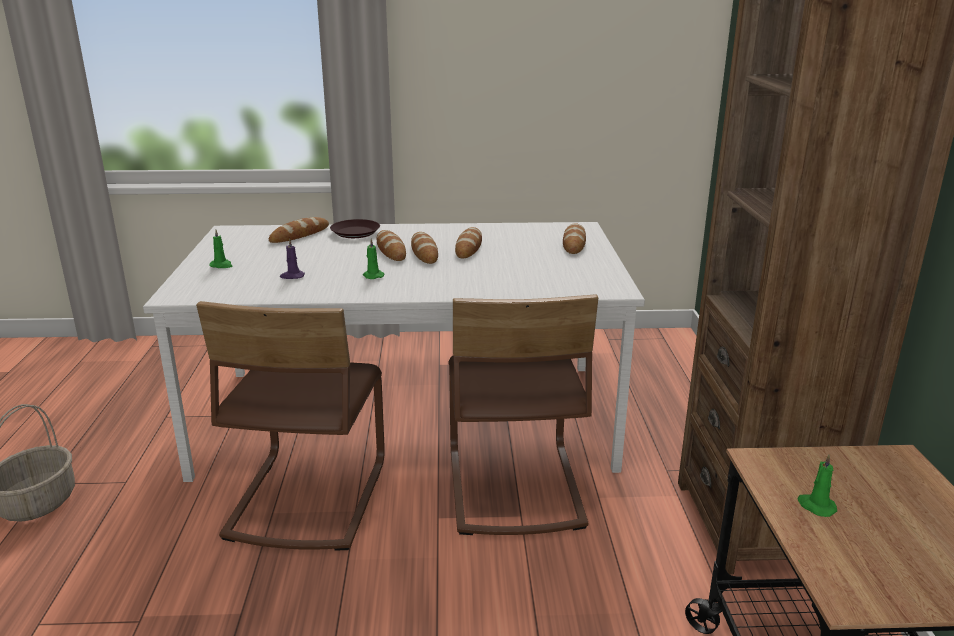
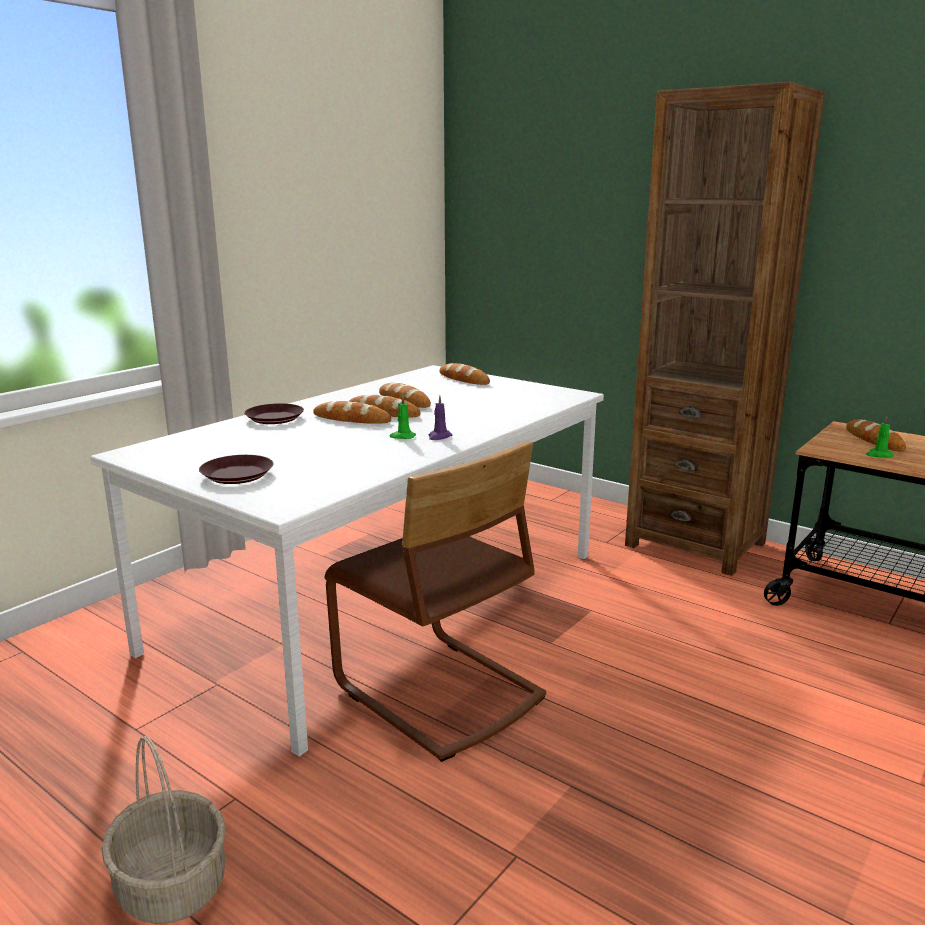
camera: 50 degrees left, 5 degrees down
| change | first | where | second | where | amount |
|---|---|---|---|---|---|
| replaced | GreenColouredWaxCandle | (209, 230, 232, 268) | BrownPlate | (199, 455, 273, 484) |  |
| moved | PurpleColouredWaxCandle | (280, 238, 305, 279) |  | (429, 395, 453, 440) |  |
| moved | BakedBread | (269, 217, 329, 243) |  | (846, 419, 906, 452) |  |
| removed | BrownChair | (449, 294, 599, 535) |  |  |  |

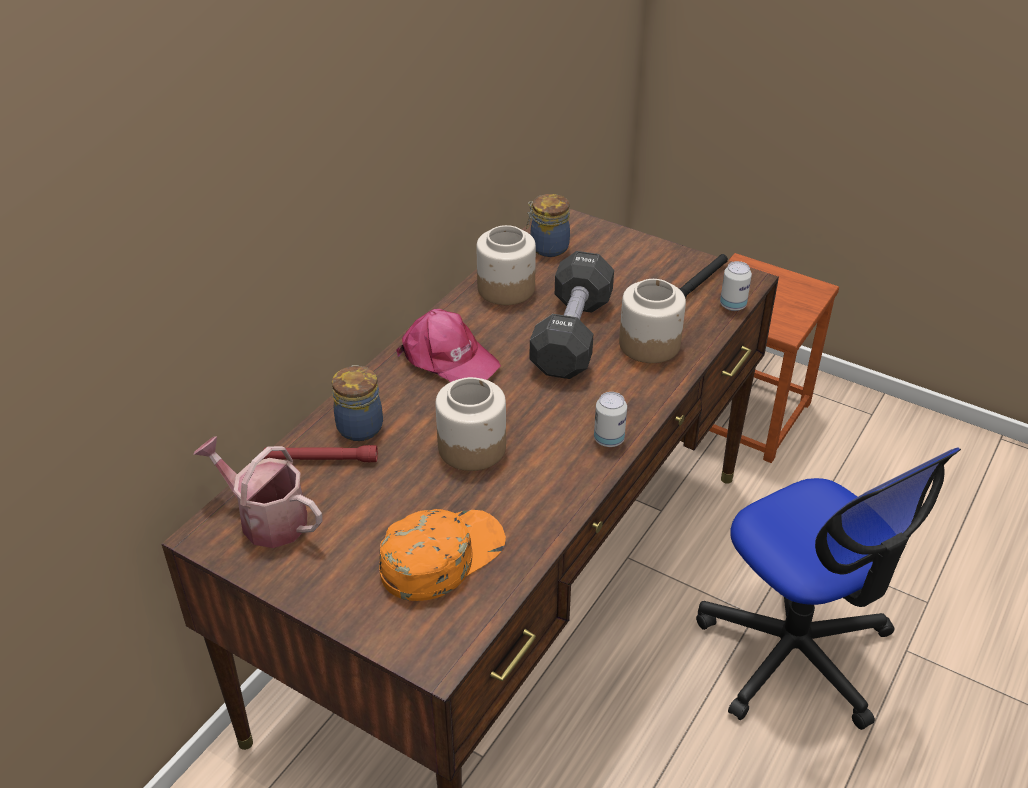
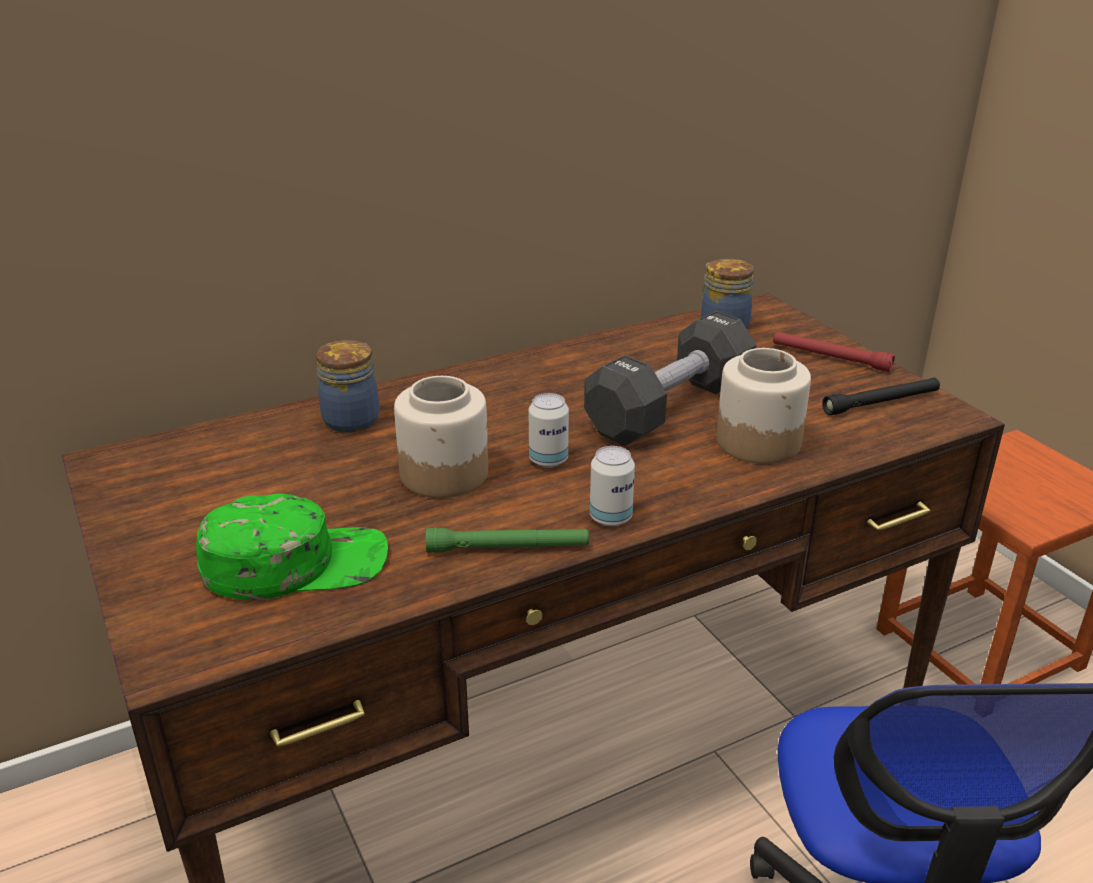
camera: 30 degrees right, 10 degrees down
| change | first | where | second | where | amount |
|---|---|---|---|---|---|
| recoloured | OrangeColouredCap | (379, 509, 506, 601) | GreenColouredCap | (196, 494, 388, 600) |  |
| added |  |  | GreenColouredHandTorch | (426, 528, 589, 553) |  |
| moved | MetalCan | (720, 261, 752, 311) |  | (529, 393, 569, 468) |  |
| moved | ReddishHandTorch | (263, 445, 378, 462) |  | (773, 332, 895, 372) |  |
| removed | SprinklingCan | (193, 436, 323, 548) |  |  |  |
| removed | PinkishCap | (396, 309, 501, 382) |  |  |  |
| removed | Jar | (476, 225, 536, 305) |  |  |  |

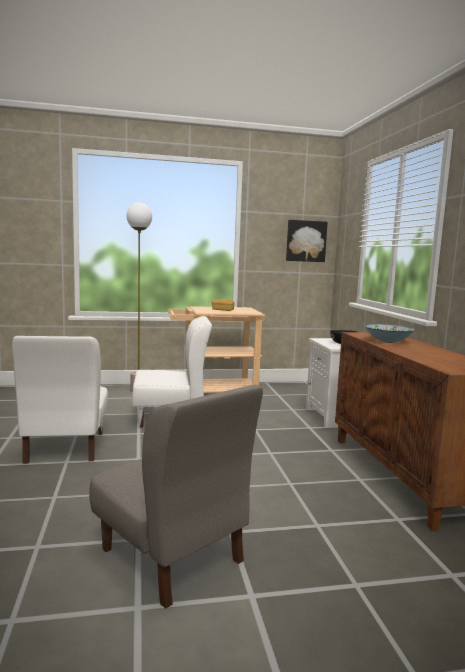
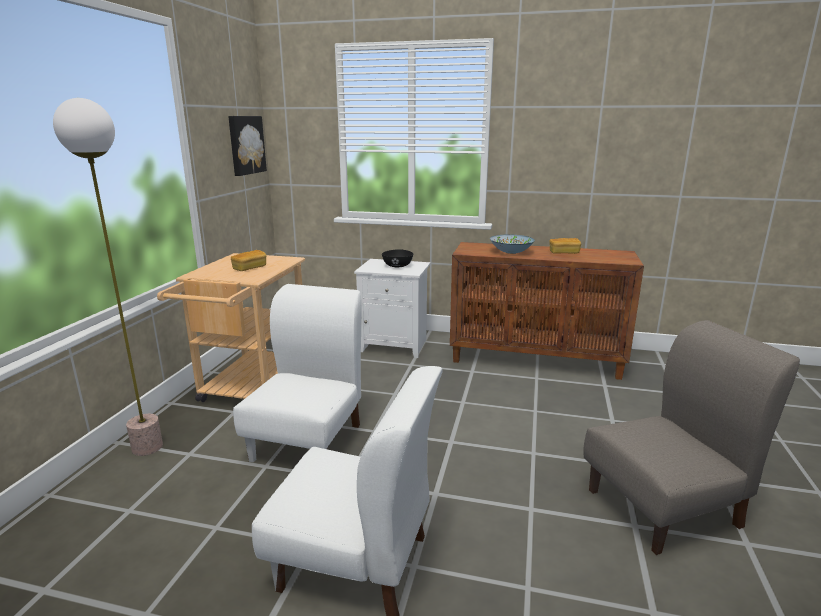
camera: 65 degrees left, 10 degrees up
| change | first | where | second | where | amount |
|---|---|---|---|---|---|
| added |  |  | BakedBread | (549, 238, 581, 254) |  |

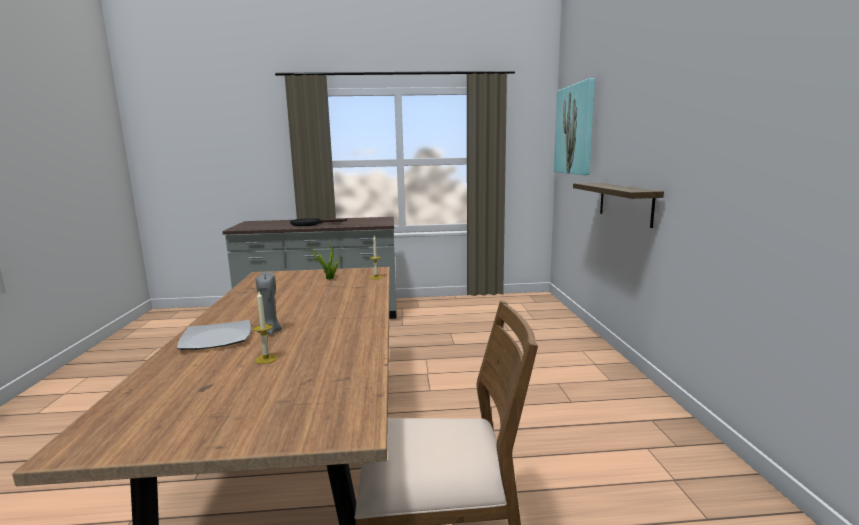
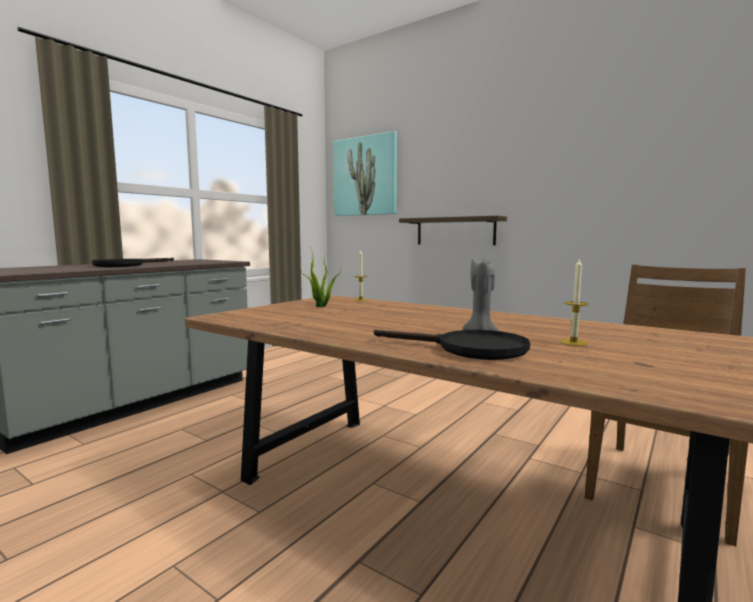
camera: 50 degrees left, 5 degrees down
| change | first | where | second | where | amount |
|---|---|---|---|---|---|
| replaced | Plate | (177, 320, 251, 350) | BlackColouredPan | (374, 330, 530, 360) |  |

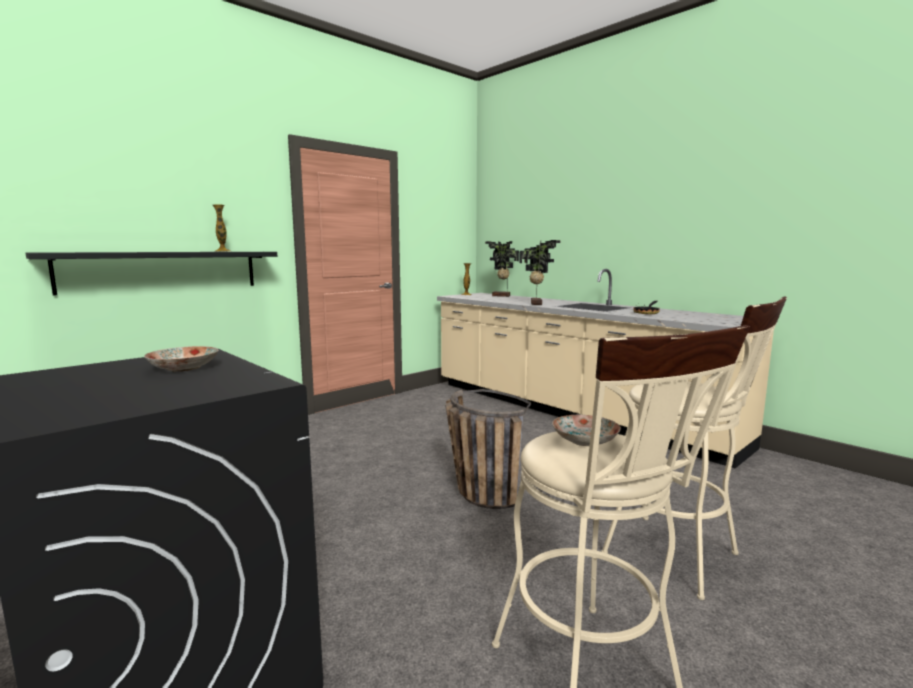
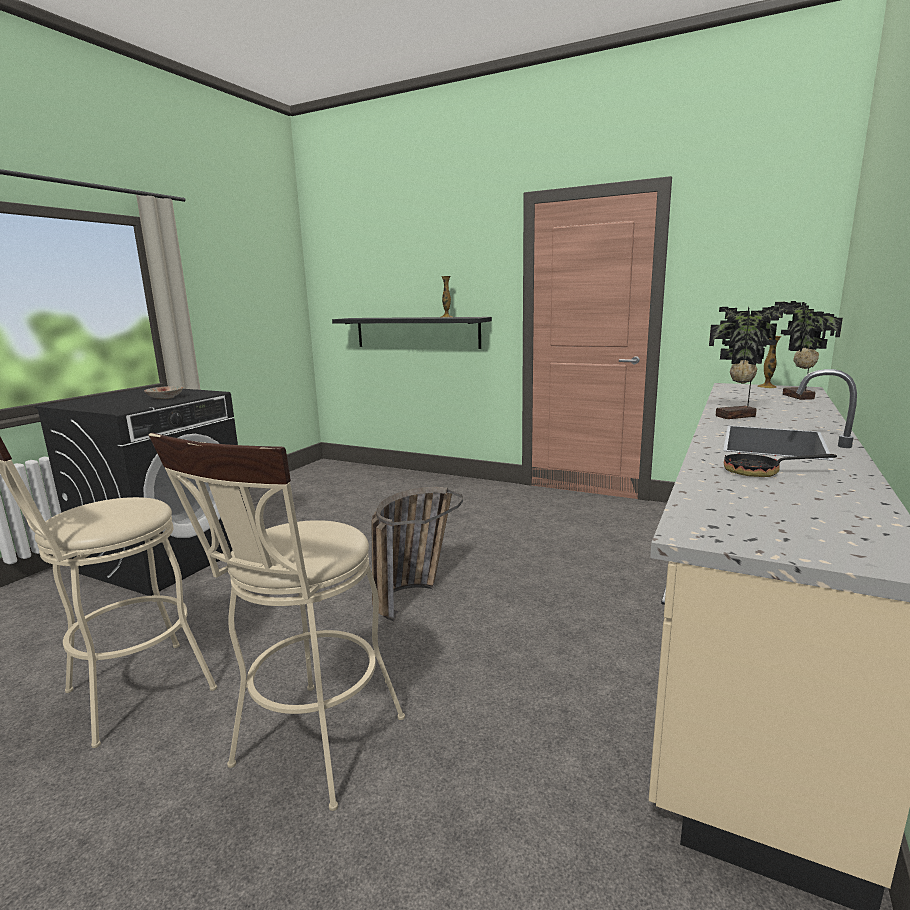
camera: 70 degrees right, 5 degrees up
| change | first | where | second | where | amount |
|---|---|---|---|---|---|
| removed | Plate | (552, 415, 621, 446) |  |  |  |

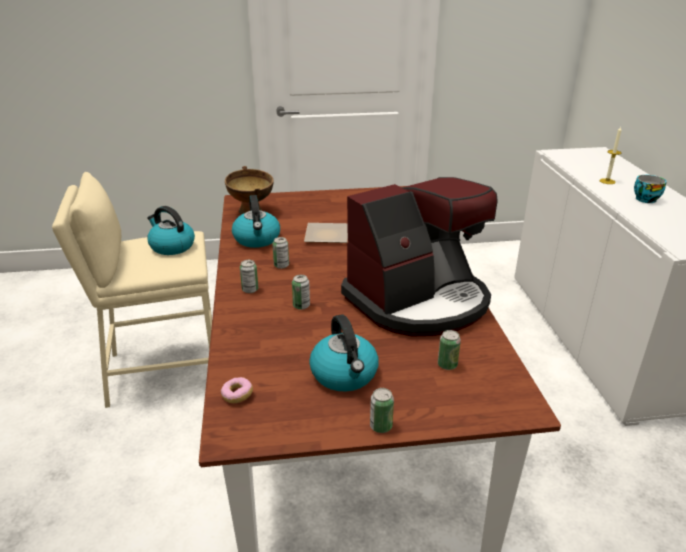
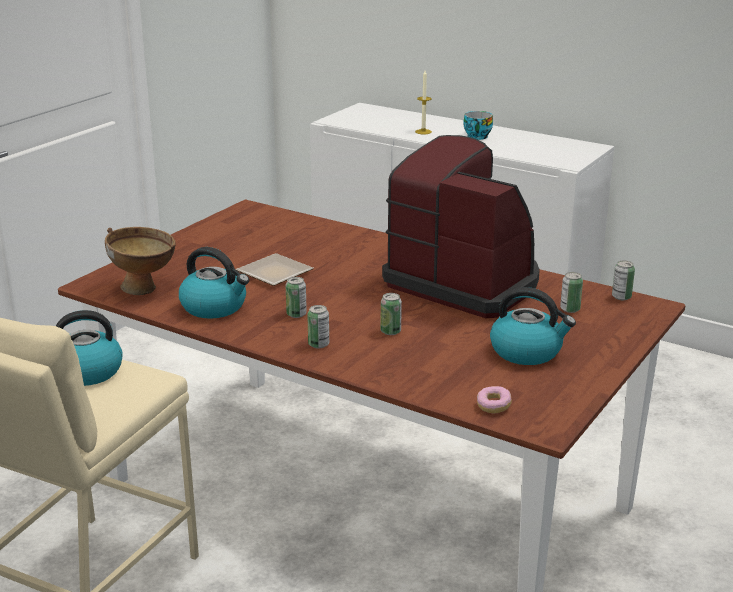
camera: 50 degrees left, 5 degrees down
| change | first | where | second | where | amount |
|---|---|---|---|---|---|
| turned | CoffeeBrewer | (341, 177, 498, 337) |  | (382, 135, 540, 318) | 60 degrees counterclockwise |
| moved | MetalCan | (370, 388, 394, 433) |  | (612, 260, 635, 300) |  |

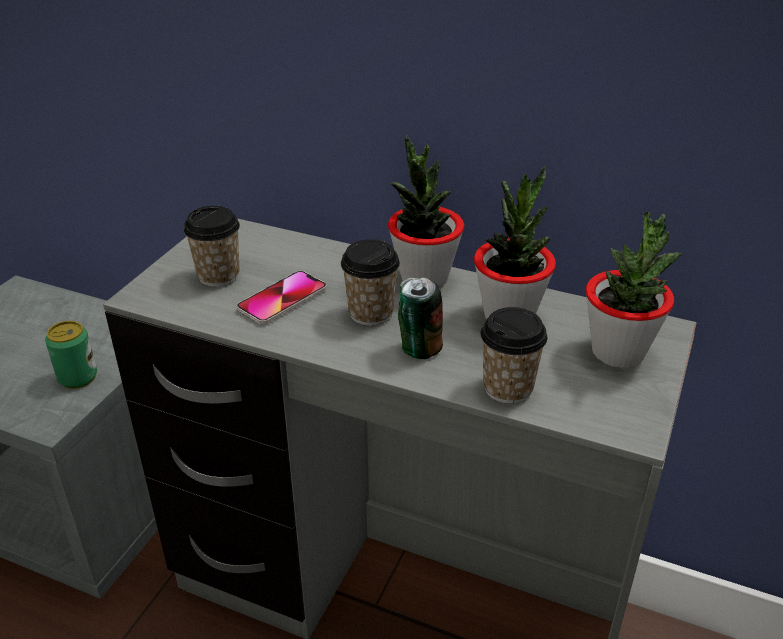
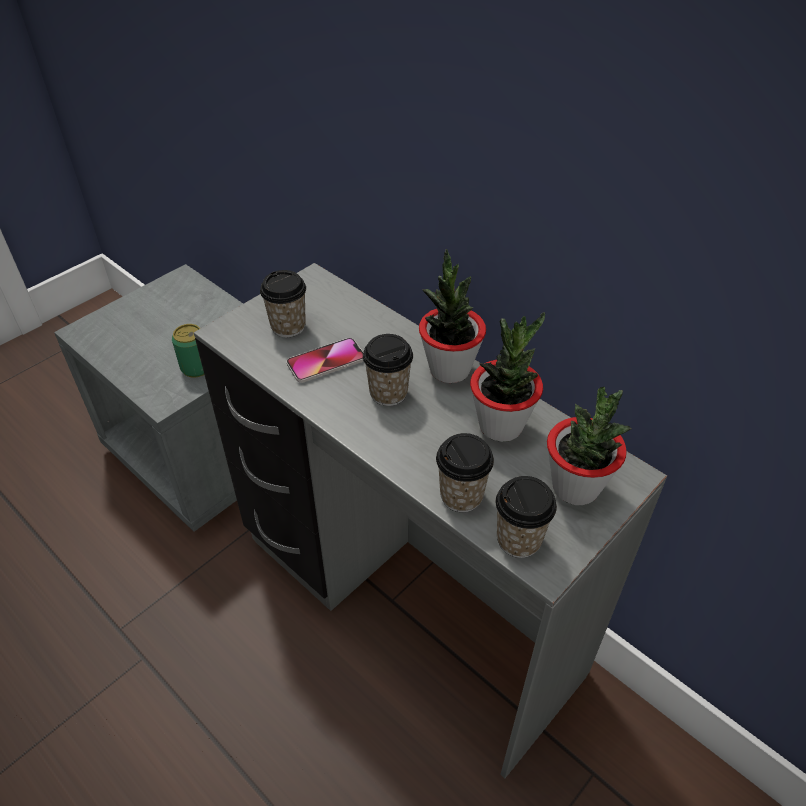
camera: 20 degrees right, 10 degrees up
| change | first | where | second | where | amount |
|---|---|---|---|---|---|
| added |  |  | SmallCup | (496, 476, 557, 558) |  |
| removed | MetalCan | (398, 278, 443, 359) |  |  |  |

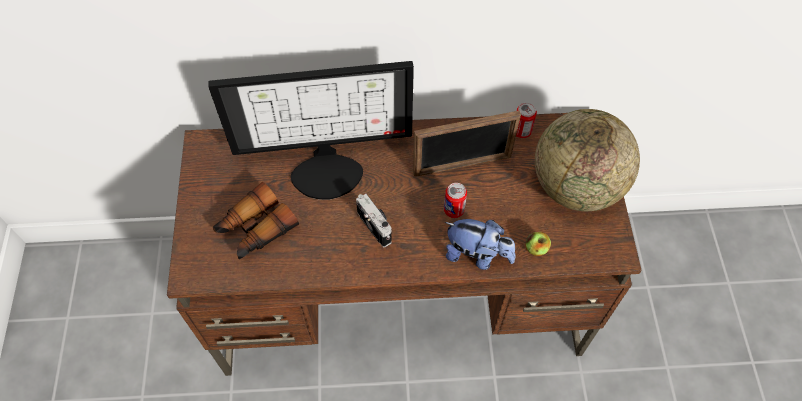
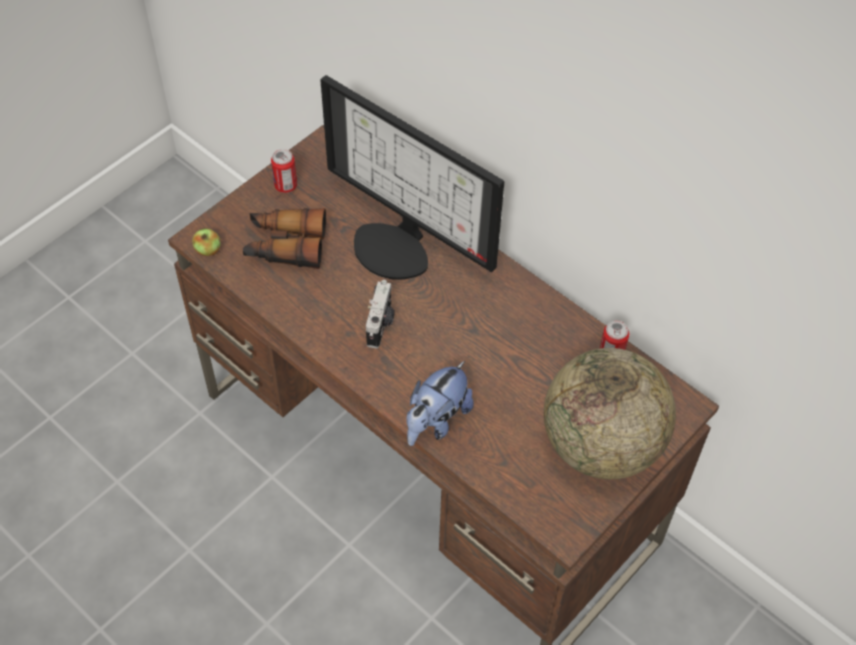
camera: 45 degrees right, 5 degrees down
| change | first | where | second | where | amount |
|---|---|---|---|---|---|
| moved | AppleFruit | (525, 232, 551, 256) |  | (192, 228, 221, 256) |  |
| moved | MetalCan | (444, 183, 467, 218) |  | (271, 149, 297, 193) |  |
| turned | SoftToy | (445, 219, 516, 270) |  | (406, 361, 474, 446) | 60 degrees clockwise |
| removed | PhotoFrame | (413, 110, 521, 177) |  |  |  |

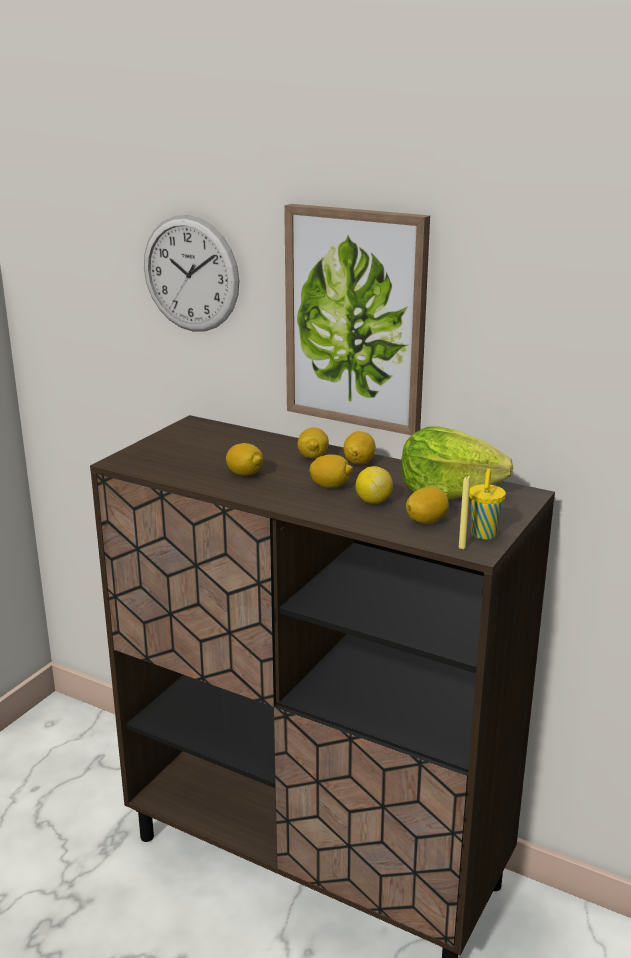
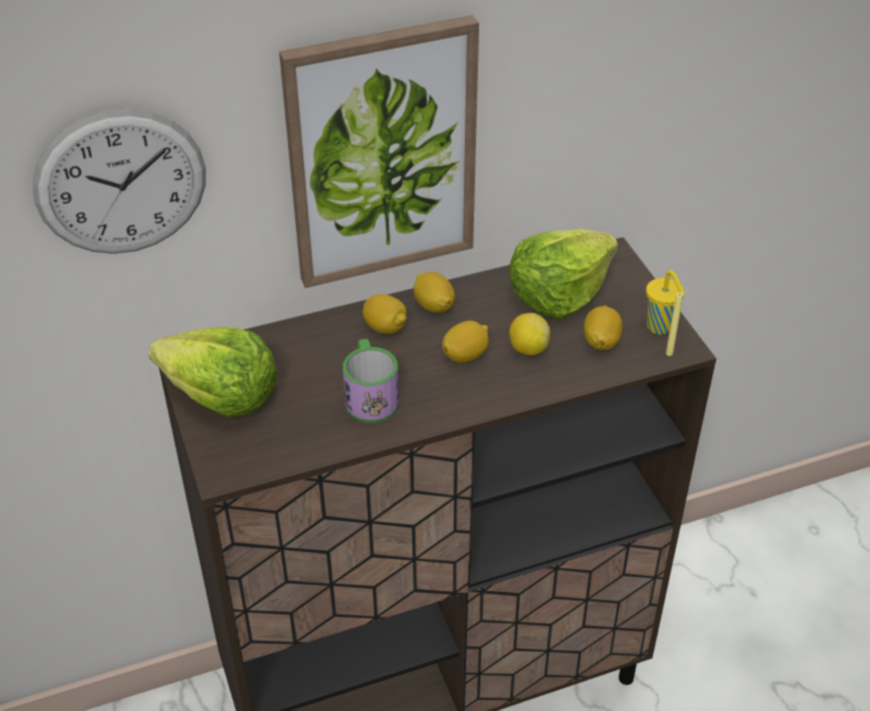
camera: 50 degrees left, 20 degrees up
| change | first | where | second | where | amount |
|---|---|---|---|---|---|
| added |  |  | HeadOfLettuce | (149, 327, 278, 418) |  |
| replaced | CitrusFruit | (226, 443, 263, 475) | Mug | (343, 339, 399, 423) |  |

